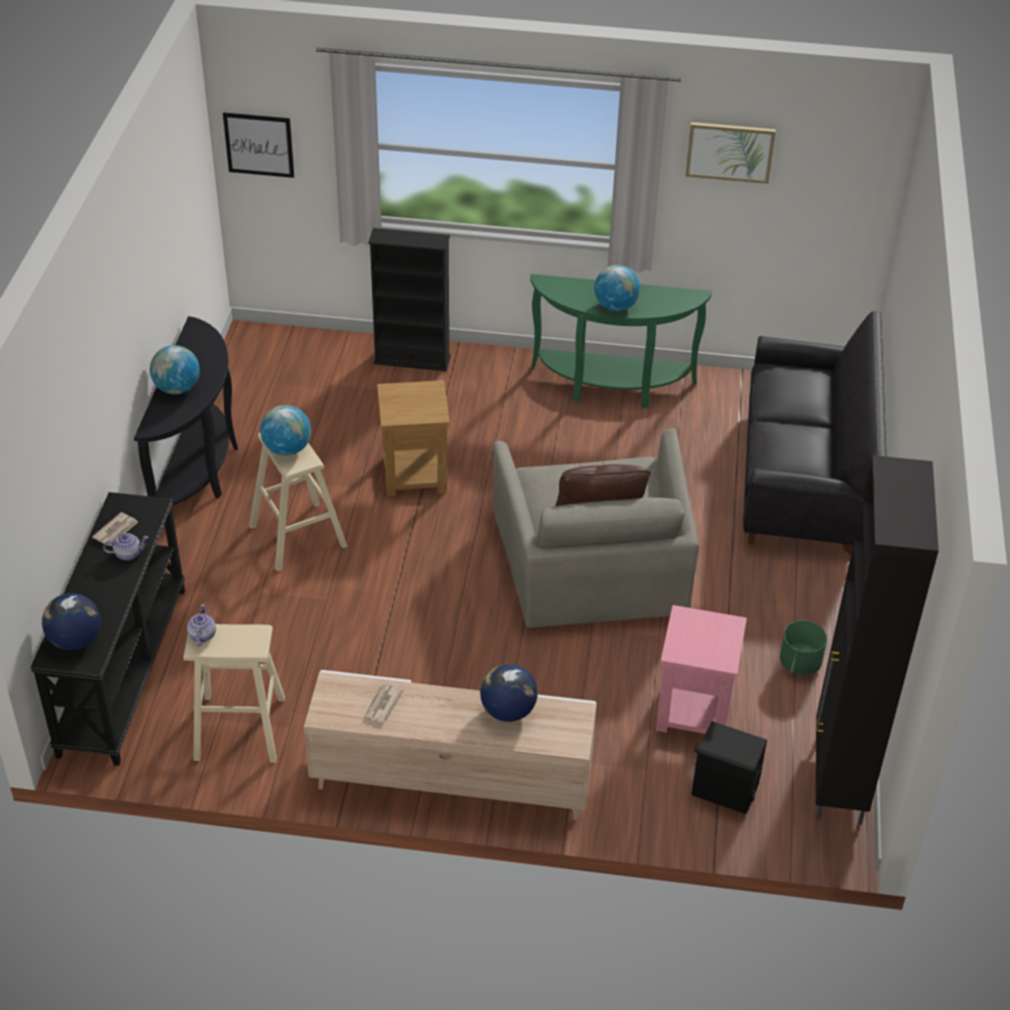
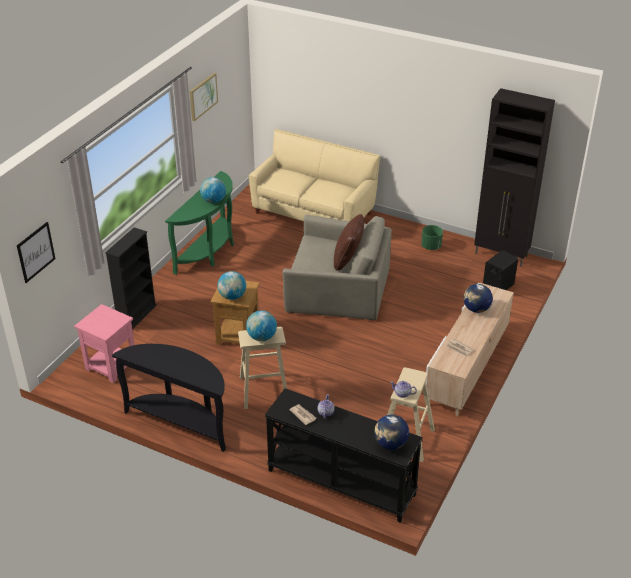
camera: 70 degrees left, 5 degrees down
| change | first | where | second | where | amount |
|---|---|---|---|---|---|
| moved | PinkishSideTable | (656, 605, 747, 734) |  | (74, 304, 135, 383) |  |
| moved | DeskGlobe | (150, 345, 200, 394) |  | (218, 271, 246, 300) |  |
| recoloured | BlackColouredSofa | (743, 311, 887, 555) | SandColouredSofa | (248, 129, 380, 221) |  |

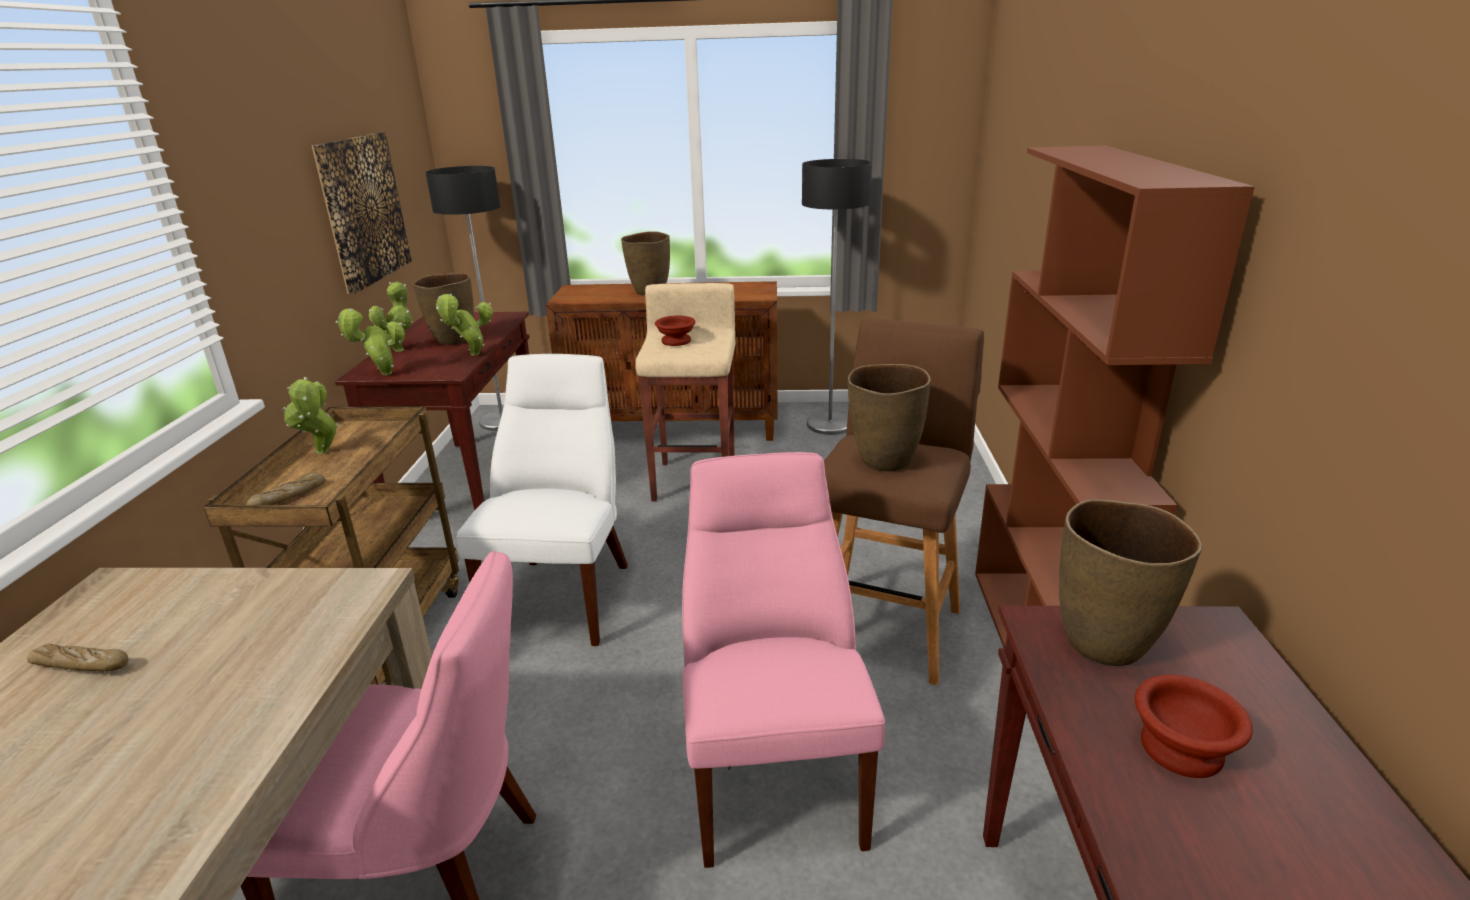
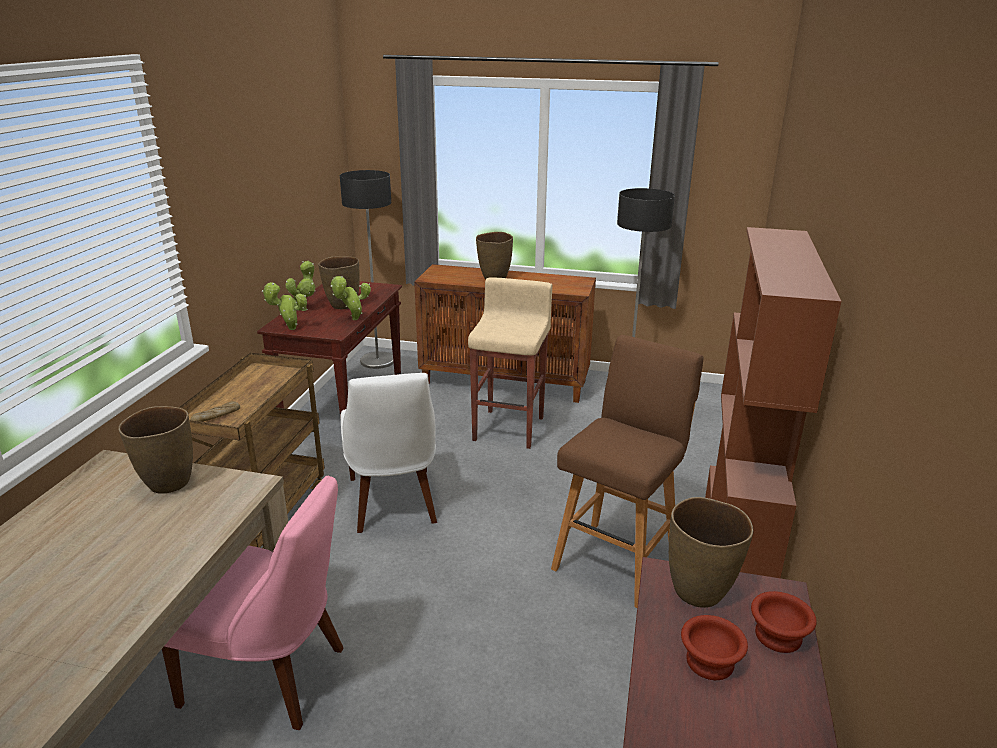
camera: 10 degrees right, 0 degrees up
| change | first | where | second | where | amount |
|---|---|---|---|---|---|
| moved | BrownDecorativeVase | (848, 364, 931, 471) |  | (118, 406, 193, 494) |  |
| turned | WhiteChair | (456, 354, 628, 646) |  | (341, 373, 437, 533) | 150 degrees clockwise |
| moved | BrownDeepDish | (655, 316, 695, 346) |  | (751, 591, 817, 653) |  |
| removed | BakedBread | (27, 643, 128, 671) |  |  |  |
| removed | PottedPlant | (282, 377, 339, 454) |  |  |  |
| removed | WallArt | (312, 132, 412, 294) |  |  |  |
| removed | PinkishChair | (682, 452, 885, 868) |  |  |  |

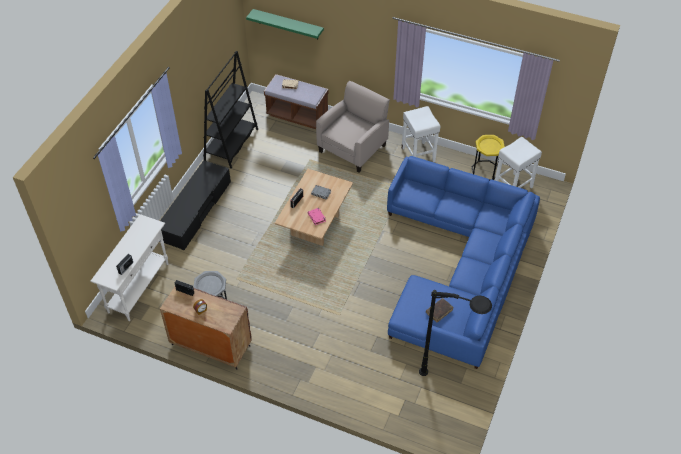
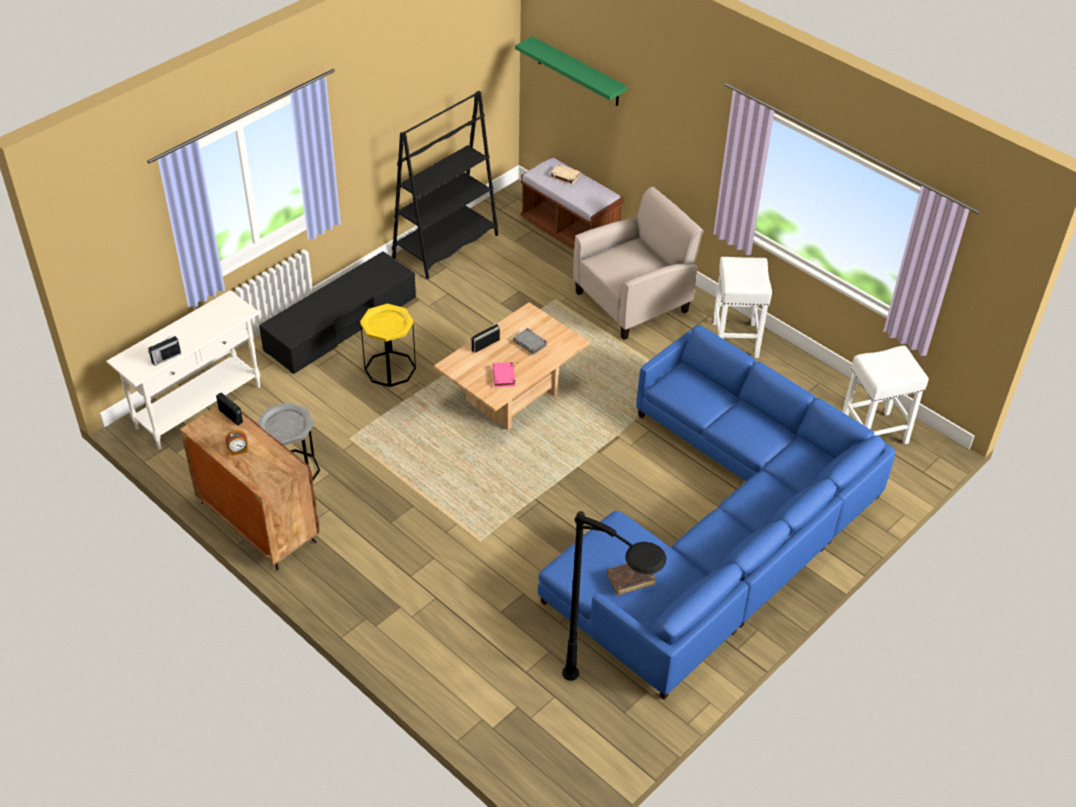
camera: 20 degrees right, 5 degrees down
| change | first | where | second | where | amount |
|---|---|---|---|---|---|
| moved | YellowSideTable | (472, 135, 505, 181) |  | (360, 304, 416, 387) |  |

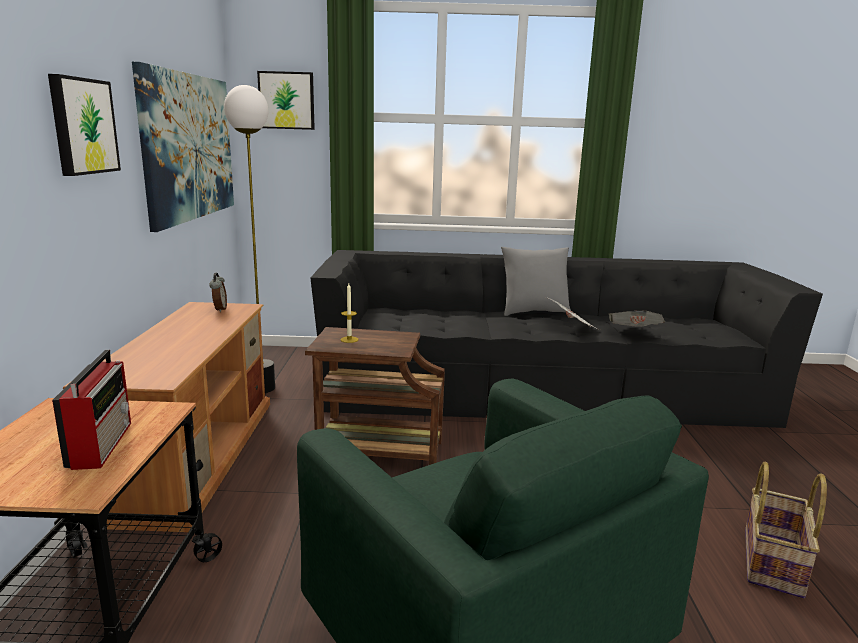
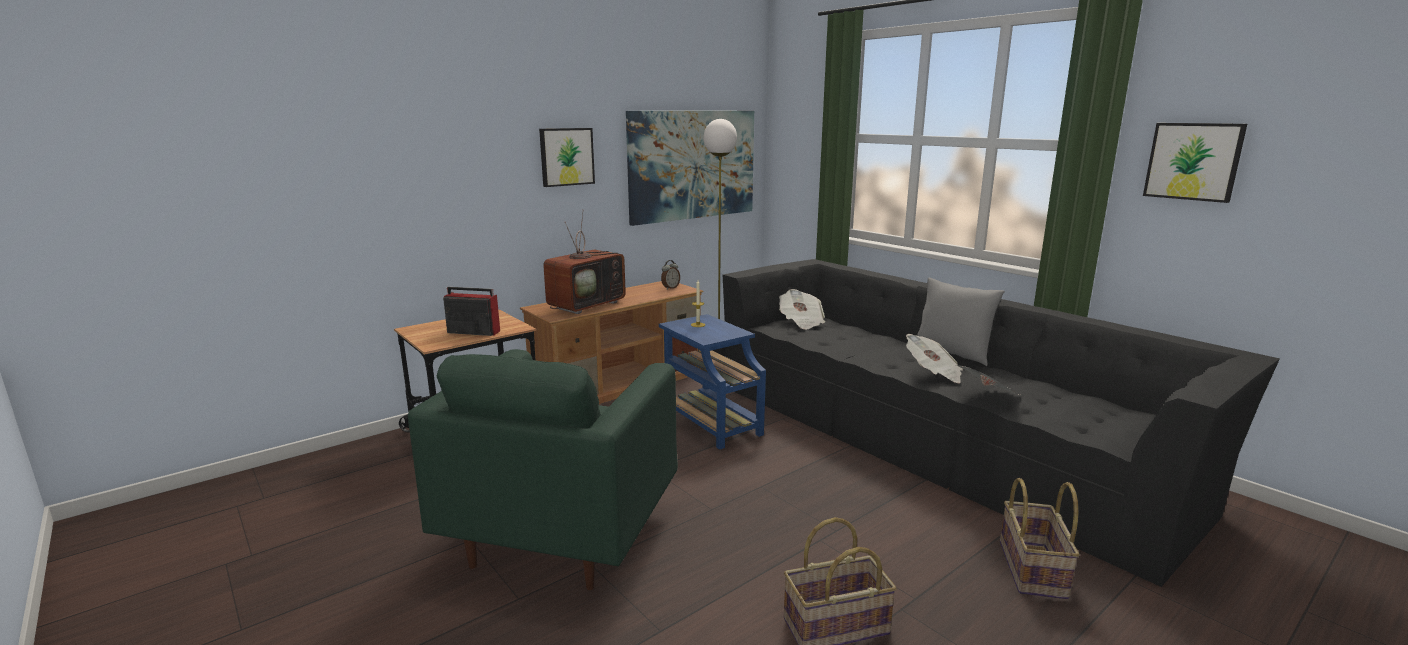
camera: 50 degrees right, 0 degrees up
| change | first | where | second | where | amount |
|---|---|---|---|---|---|
| turned | RadioReceiver | (52, 350, 131, 470) |  | (443, 287, 500, 336) | 120 degrees counterclockwise |
| added |  |  | TvSet | (543, 209, 626, 314) |  |
| recoloured | BrownSideTable | (305, 327, 445, 465) | BlueSideTable | (659, 314, 766, 450) |  |
| added |  |  | DailyPaper | (779, 289, 825, 330) |  |
| added |  |  | Basket | (1000, 478, 1080, 599) |  |
| moved | WallArt | (257, 71, 315, 130) |  | (1143, 123, 1247, 203) |  |

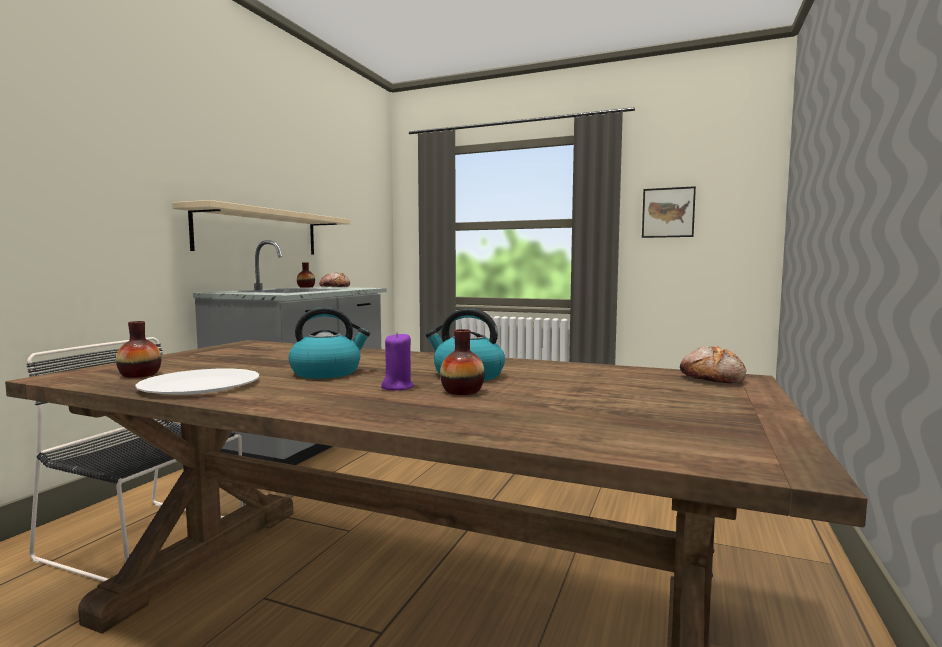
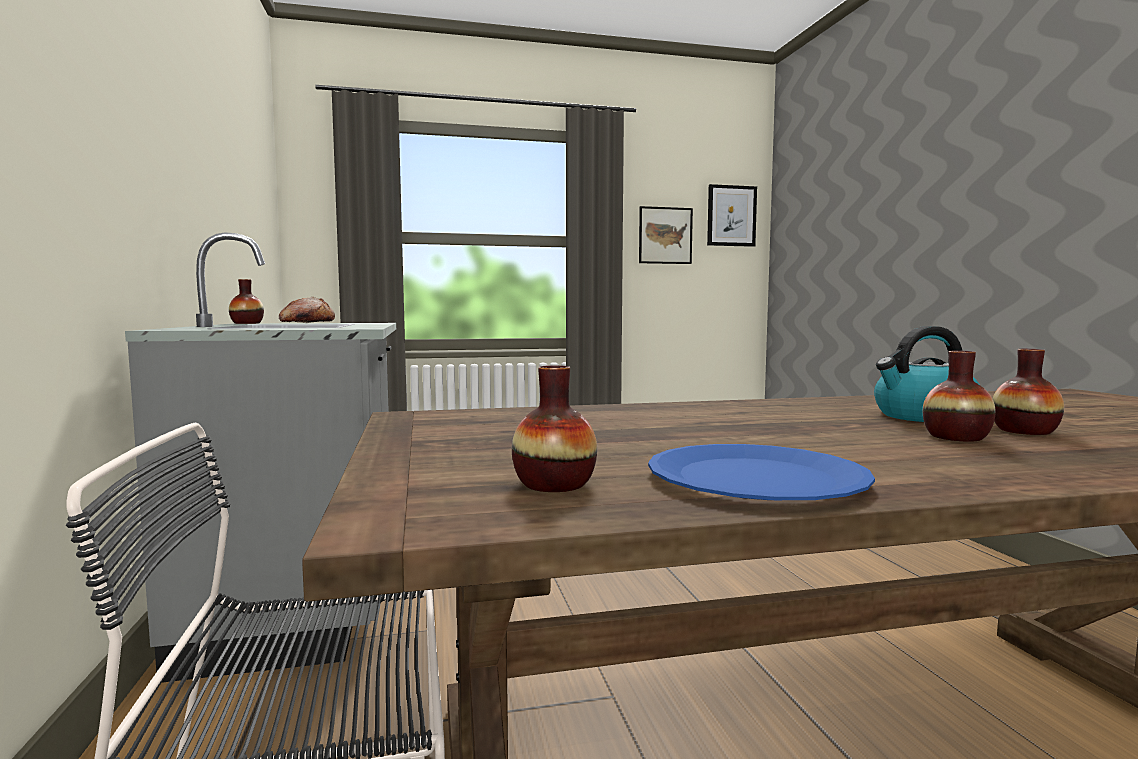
camera: 35 degrees left, 0 degrees up
| change | first | where | second | where | amount |
|---|---|---|---|---|---|
| recoloured | WhitePlate | (135, 369, 259, 395) | BluePlate | (648, 444, 875, 500) |  |
| added |  |  | WallArt | (707, 184, 757, 247) |  |
| replaced | PurpleColouredWaxCandle | (381, 332, 414, 390) | DecorativeVase | (923, 351, 995, 442) |  |
| removed | SandColouredWallShelf | (172, 200, 351, 255) |  |  |  |
| removed | TeaKettle | (288, 307, 370, 379) |  |  |  |
| removed | BakedBread | (680, 346, 747, 383) |  |  |  |

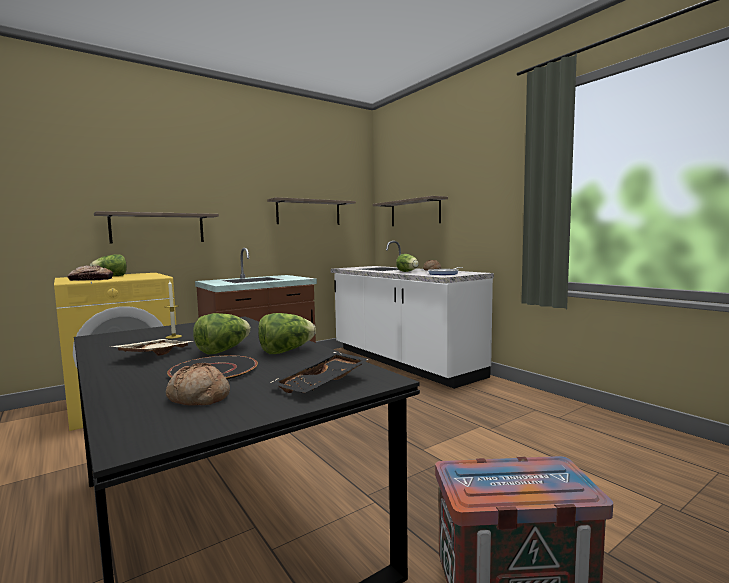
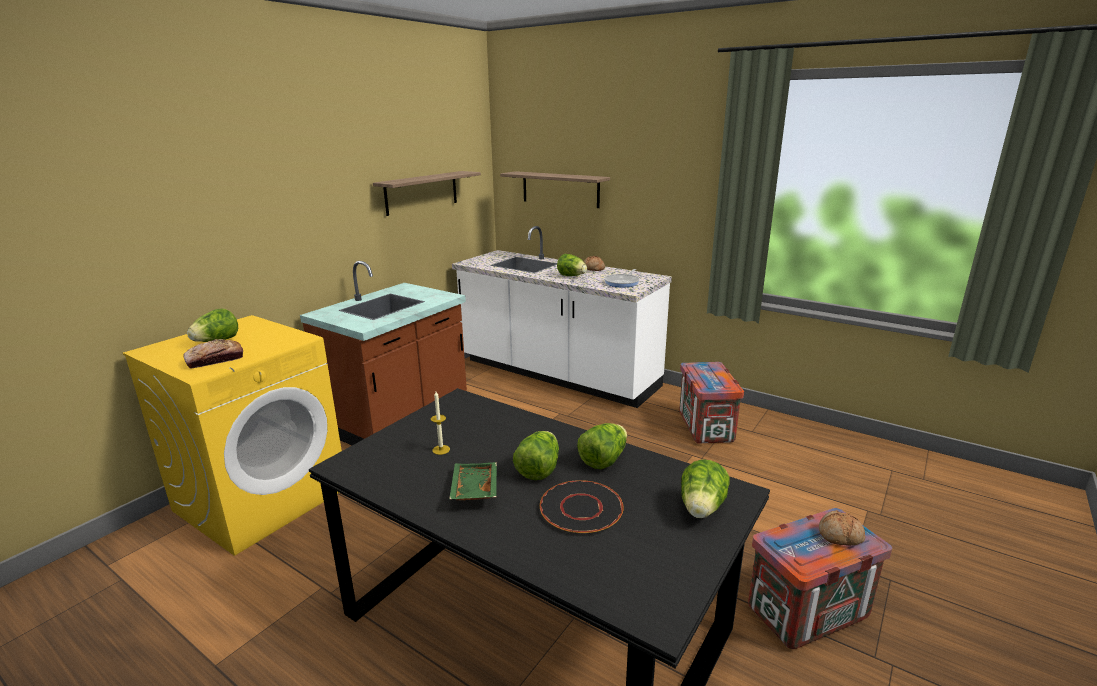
camera: 20 degrees left, 15 degrees up
| change | first | where | second | where | amount |
|---|---|---|---|---|---|
| recoloured | SandColouredServingTray | (110, 339, 193, 356) | GreenColouredServingTray | (449, 462, 497, 500) |  |
| added |  |  | ShippingCrate | (679, 362, 744, 443) |  |
| replaced | BlackColouredServingTray | (270, 352, 369, 393) | HeadOfLettuce | (681, 459, 730, 518) |  |
| moved | BakedBread | (166, 363, 230, 405) |  | (819, 510, 865, 546) |  |
| removed | WallShelf | (94, 211, 219, 244) |  |  |  |

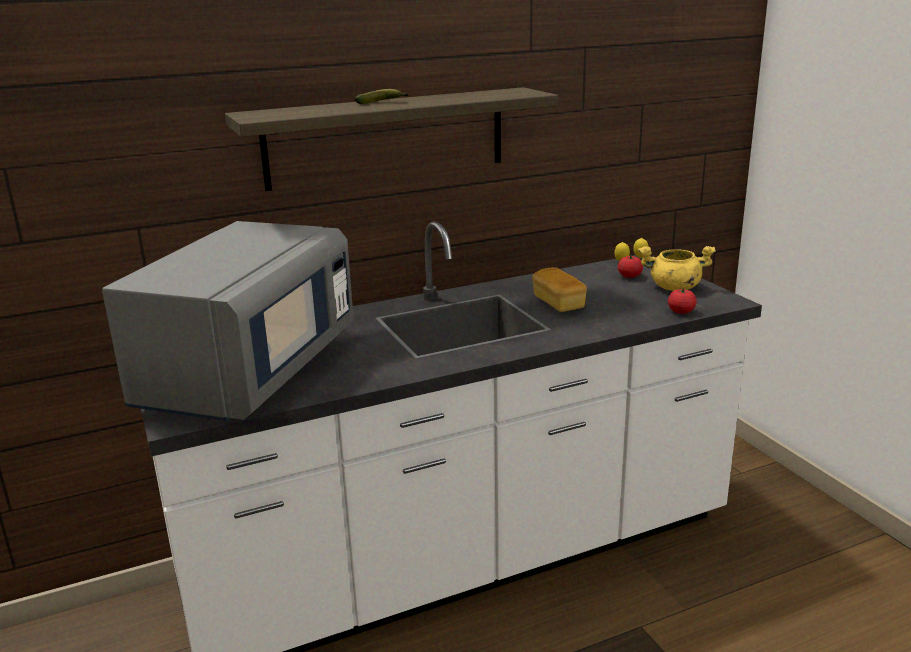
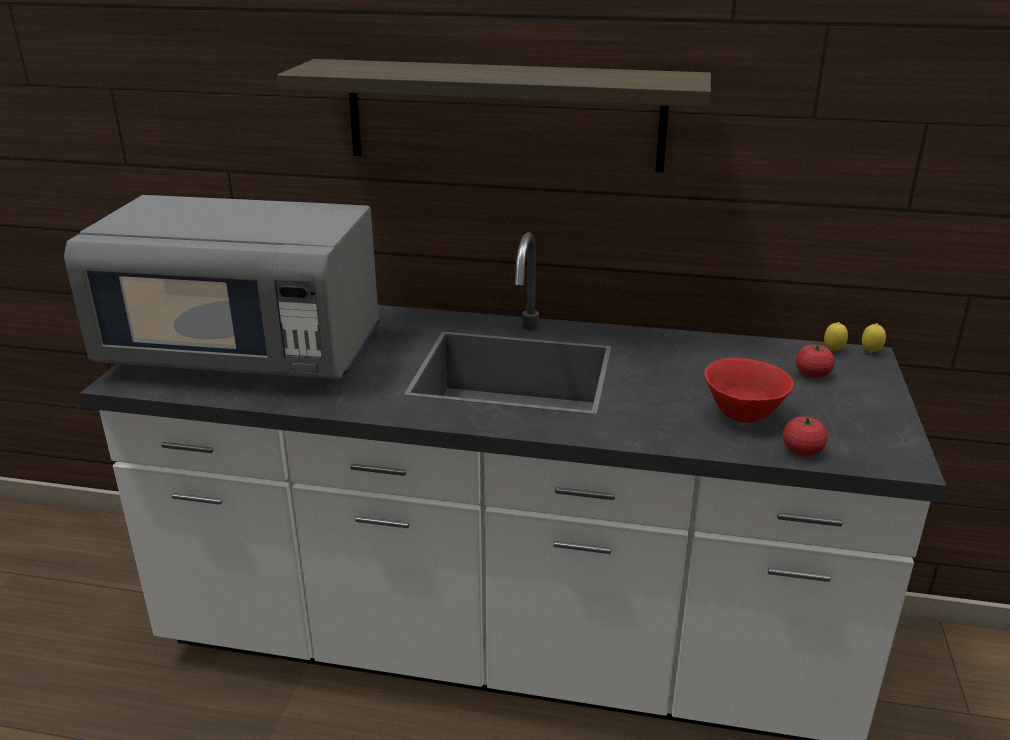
camera: 35 degrees right, 5 degrees up
| change | first | where | second | where | amount |
|---|---|---|---|---|---|
| turned | GreyishKitchenMicrowave | (102, 221, 354, 421) |  | (64, 195, 380, 379) | 45 degrees clockwise |
| added |  |  | ReddishDeepDish | (705, 358, 794, 423) |  |
| removed | WholeBanana | (355, 89, 409, 104) |  |  |  |
| removed | BakedBread | (532, 267, 587, 312) |  |  |  |
| removed | YellowCookingPot | (638, 246, 716, 291) |  |  |  |

